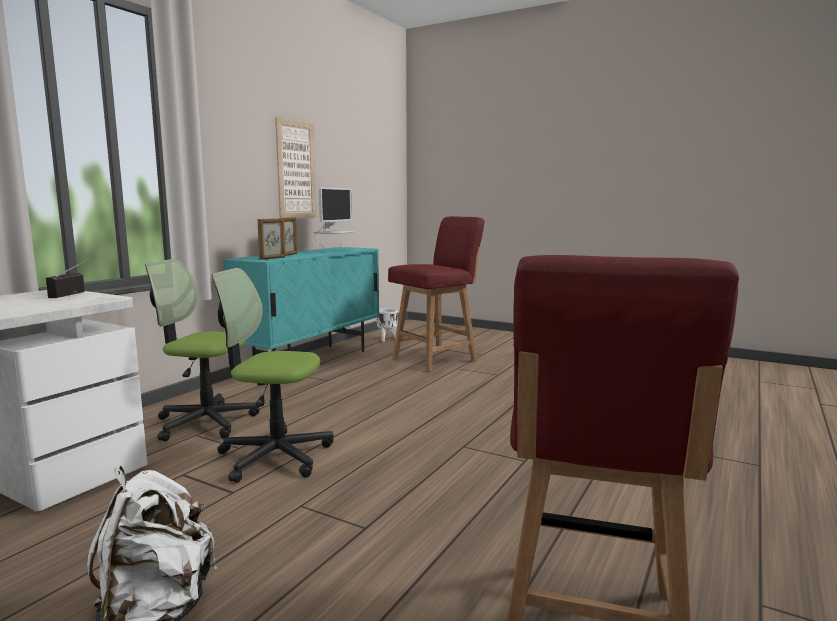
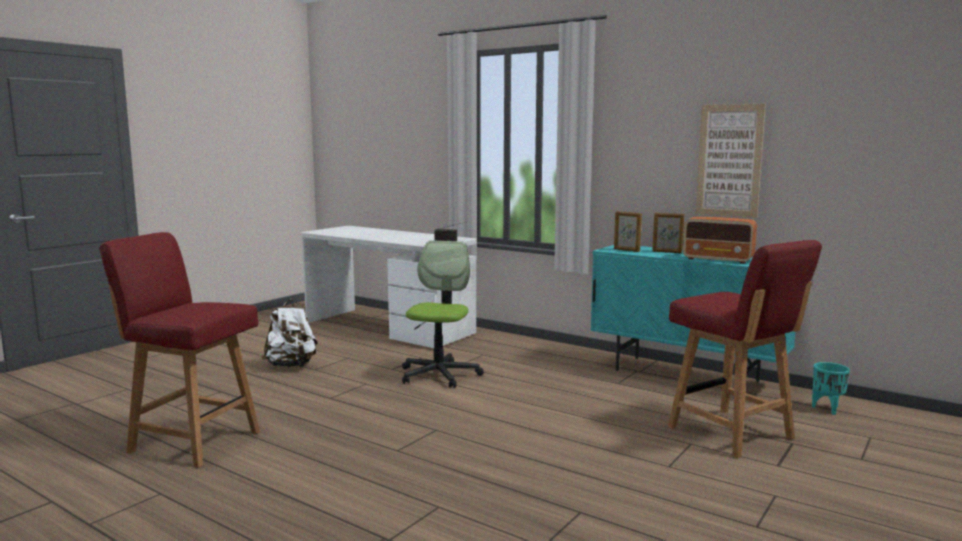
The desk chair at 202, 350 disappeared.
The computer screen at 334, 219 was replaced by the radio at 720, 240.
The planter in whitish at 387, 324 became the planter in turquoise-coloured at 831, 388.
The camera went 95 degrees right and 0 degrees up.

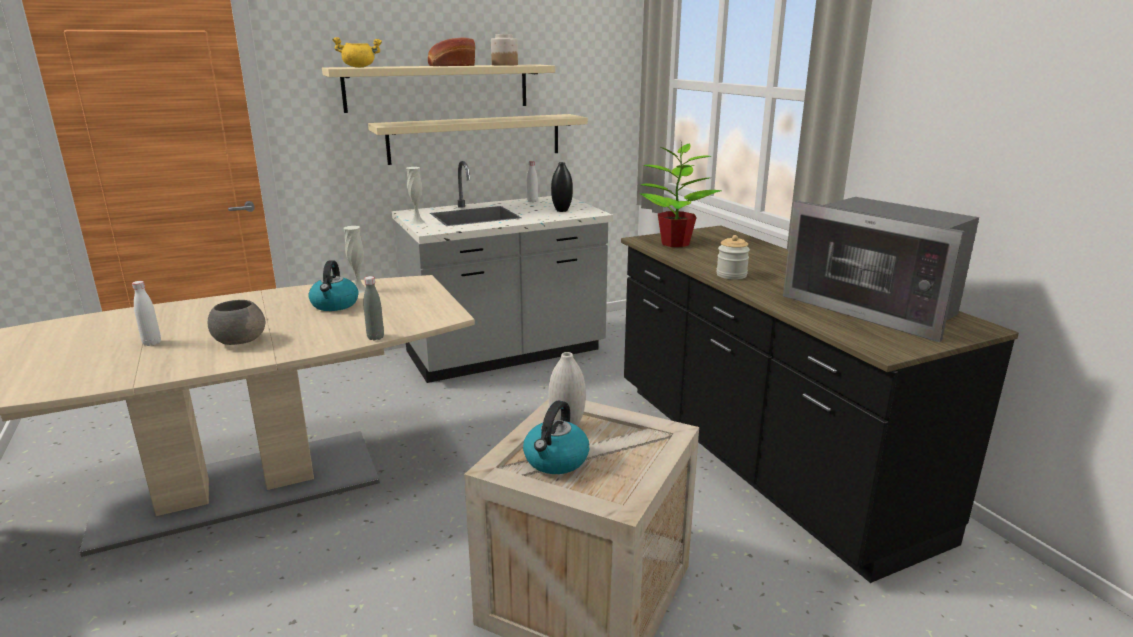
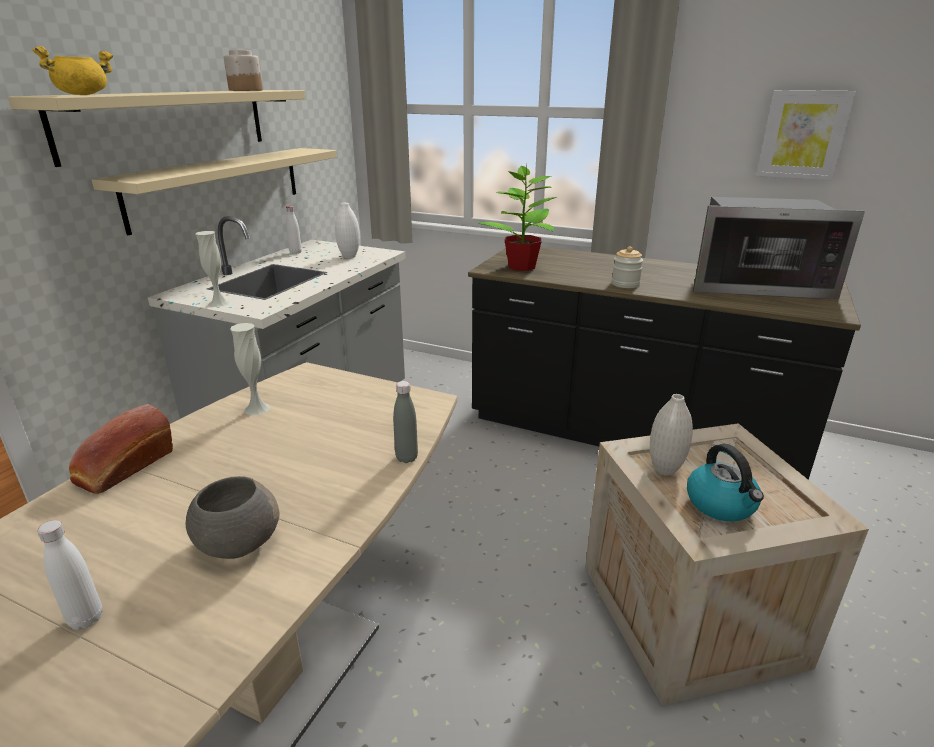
The kettle at 334, 285 disappeared.
The wall art at 806, 135 appeared.
The bread moved from 451, 51 to 121, 449.
The flower vase in black-coloured at 562, 187 became the flower vase in whitish at 347, 230.
The camera went 40 degrees left and 5 degrees up.

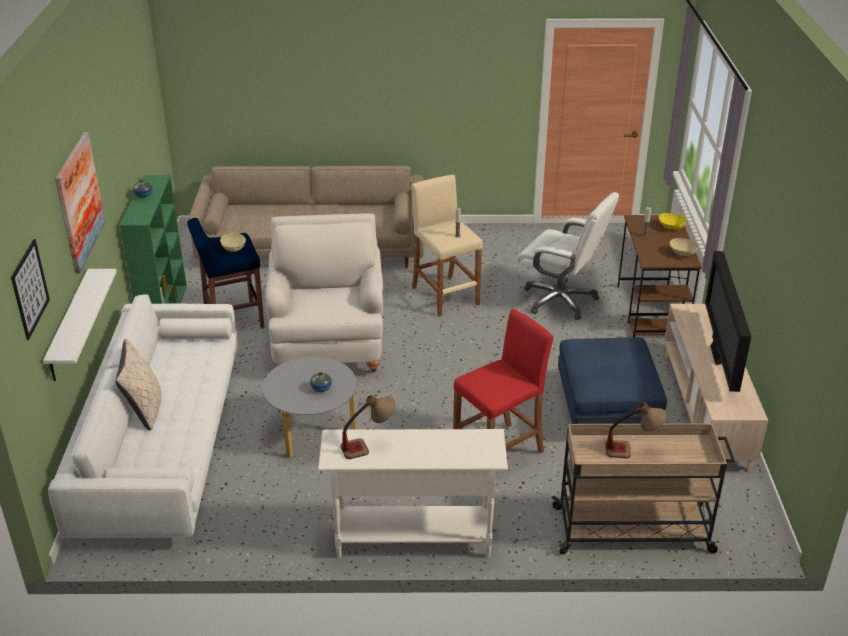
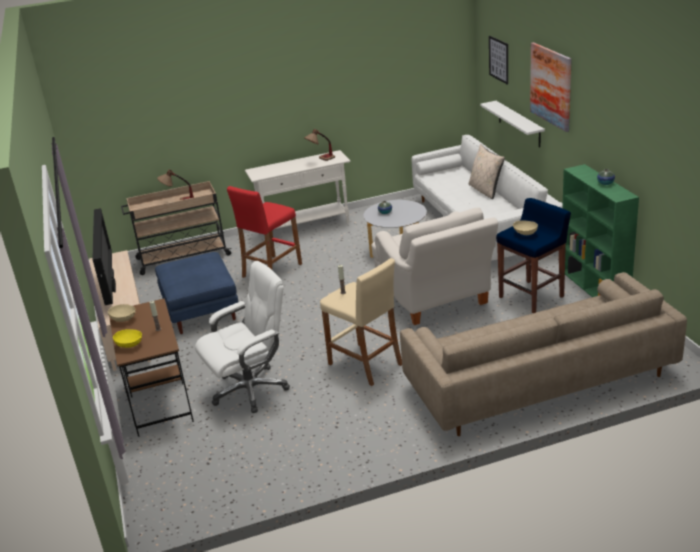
The desk chair in whitish at 567, 256 turned 135 degrees clockwise.
The camera went 165 degrees right and 5 degrees down.

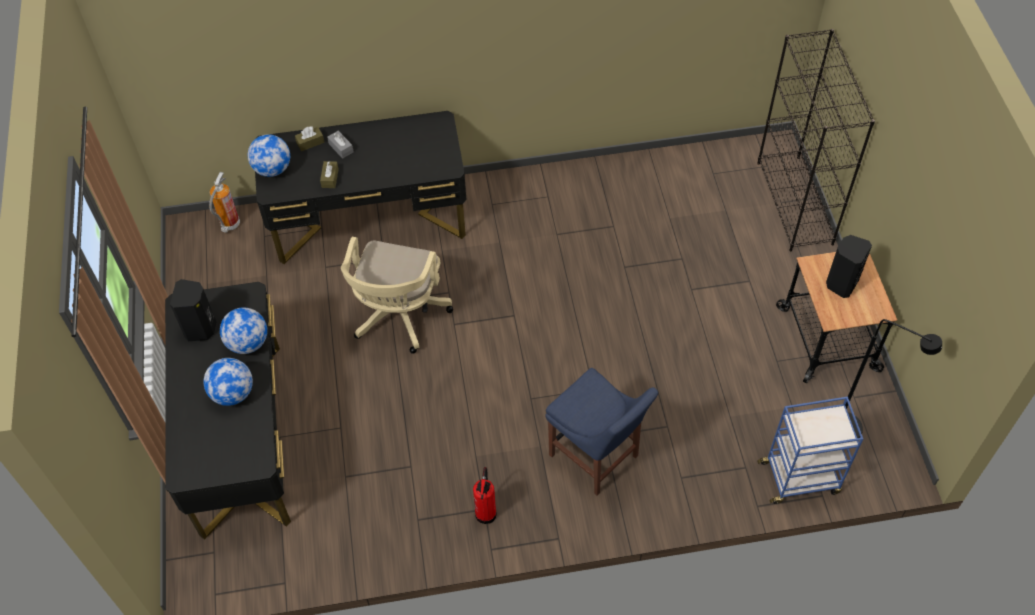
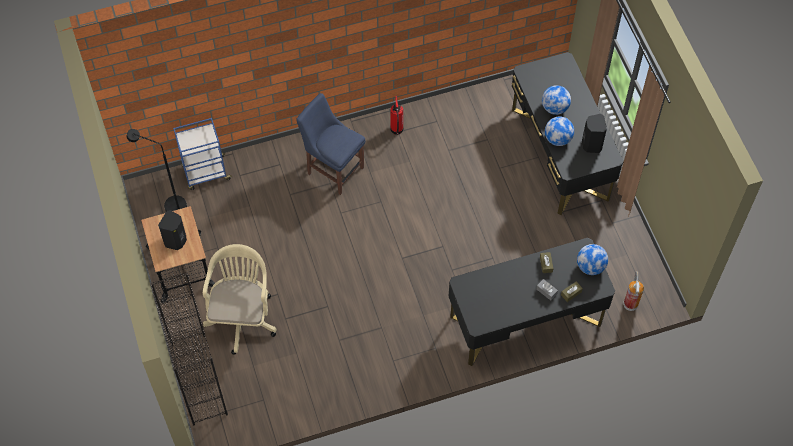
The desk chair in beige moved from 397, 295 to 240, 299.
The camera went 170 degrees right and 5 degrees up.

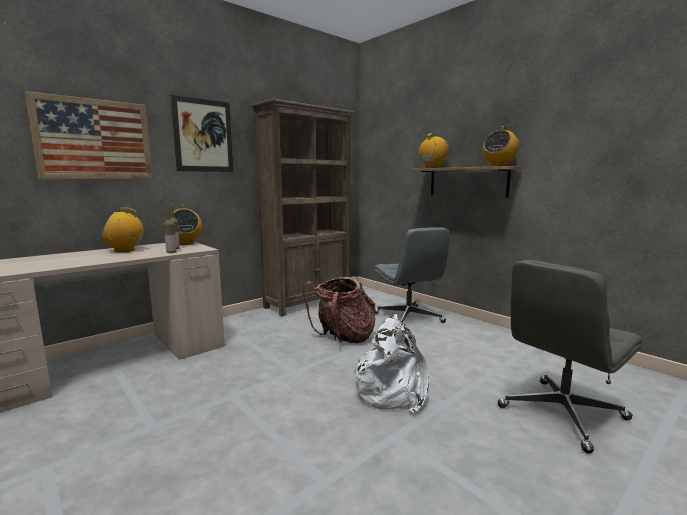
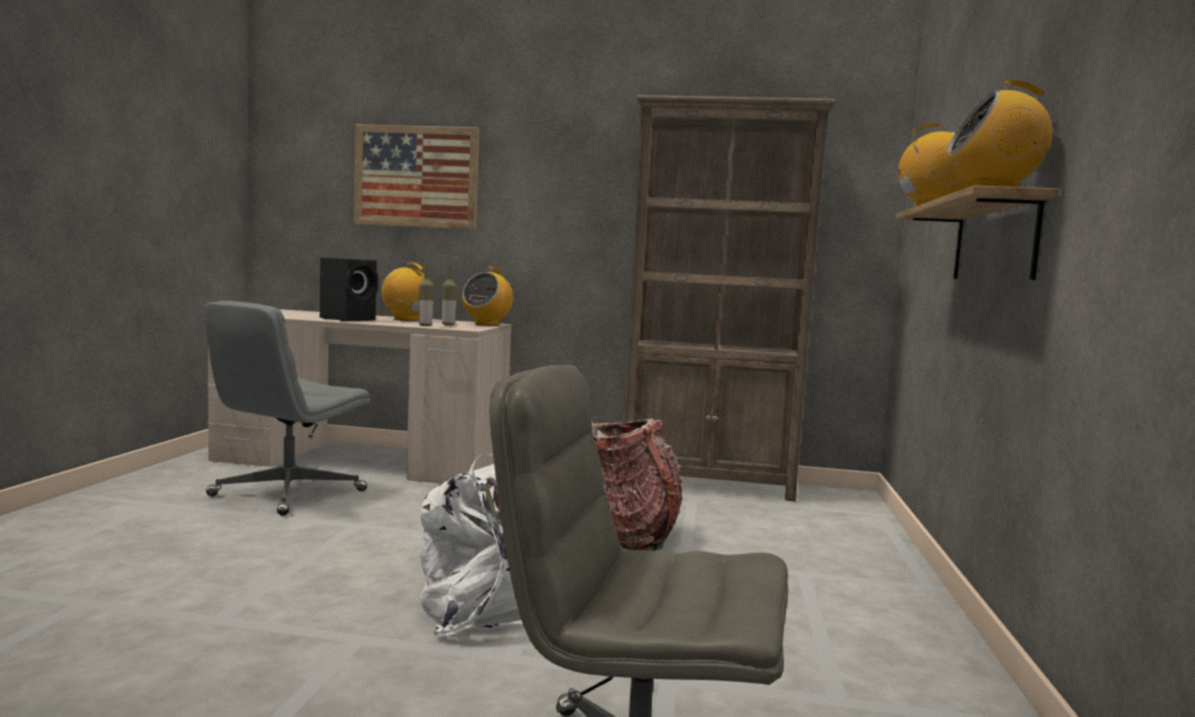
The wall art at 201, 133 disappeared.
The loudspeaker in black-coloured at 349, 289 appeared.
The desk chair in gray moved from 412, 275 to 287, 408.
The camera went 50 degrees right and 5 degrees down.

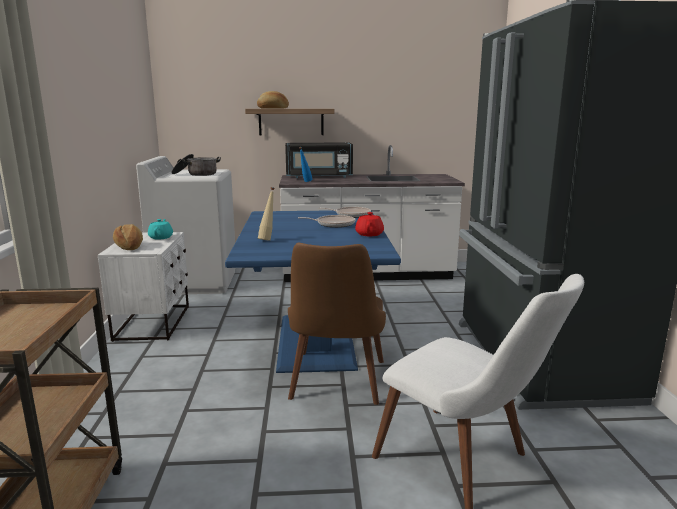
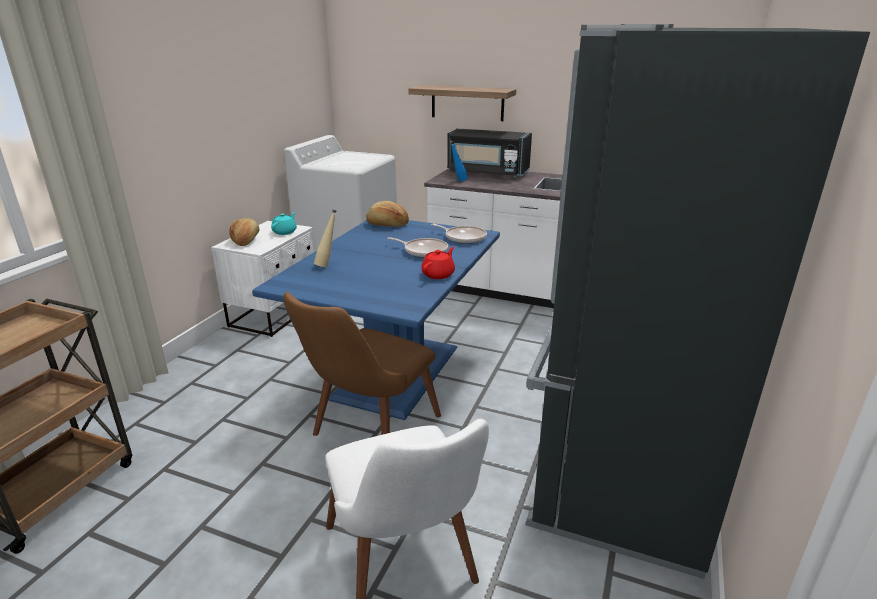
The stockpot at 196, 165 disappeared.
The bread moved from 273, 100 to 387, 214.
The camera went 25 degrees right and 10 degrees up.

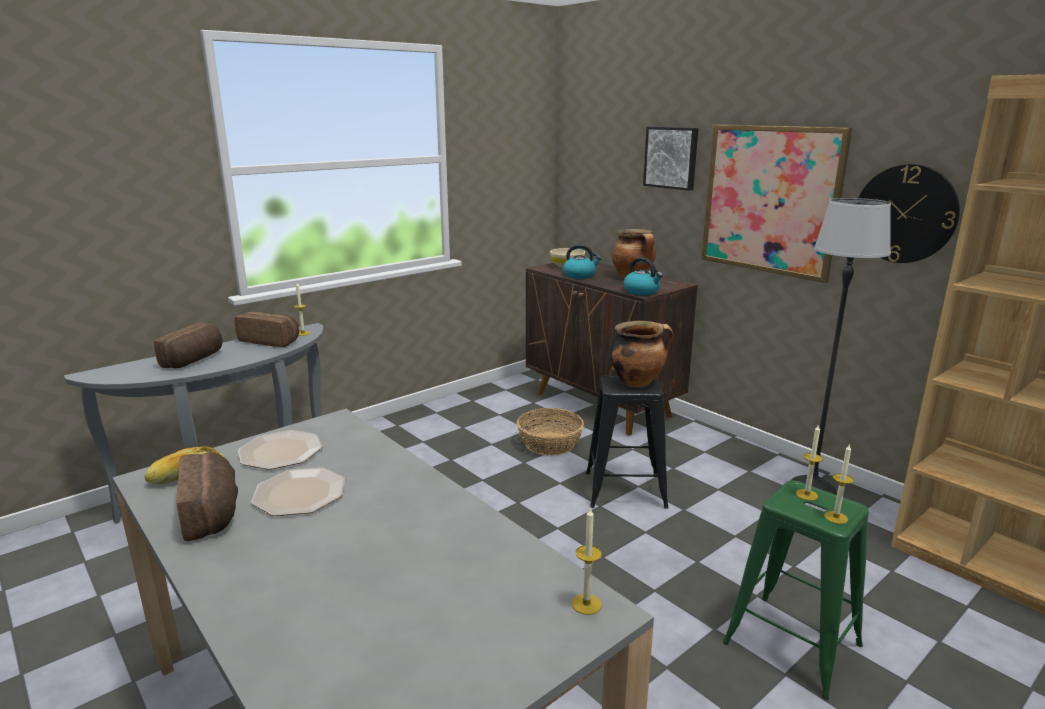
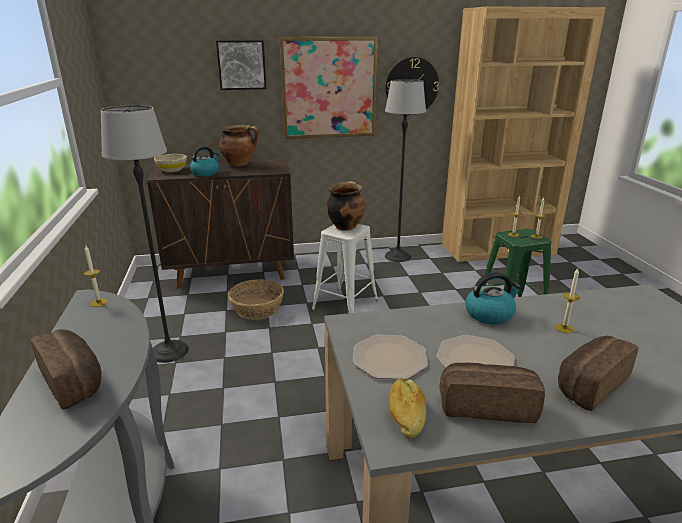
The floor lamp at 145, 234 appeared.
The bread moved from 267, 329 to 598, 373.
The wax light moved from 587, 561 to 567, 300.
The kettle moved from 643, 276 to 493, 298.
The sitting stool in black-coloured at 627, 442 became the sitting stool in whitish at 344, 268.
The camera went 60 degrees left and 5 degrees up.

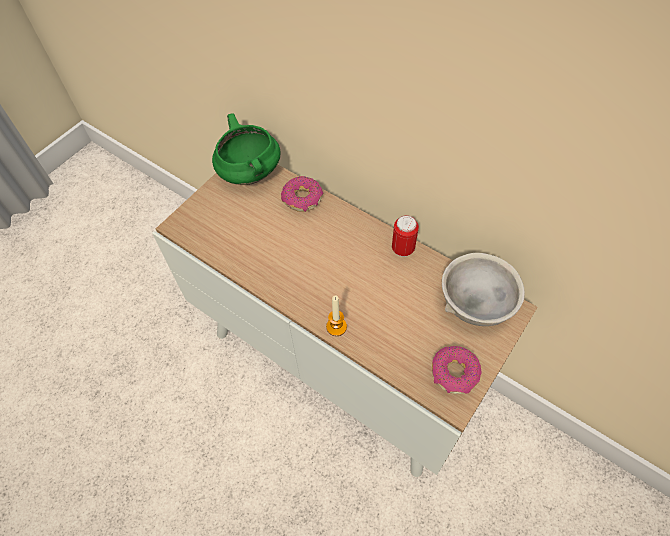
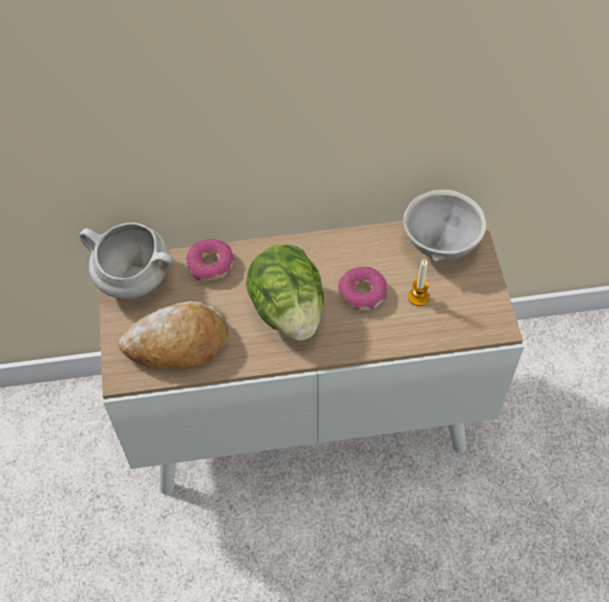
The metal can at 405, 236 disappeared.
The bread at 173, 335 appeared.
The lettuce at 285, 292 appeared.
The wax light moved from 336, 315 to 419, 283.
The donut moved from 457, 370 to 362, 288.
The stockpot in green at 246, 149 became the stockpot in whitish at 126, 261.
The camera went 45 degrees left and 0 degrees up.

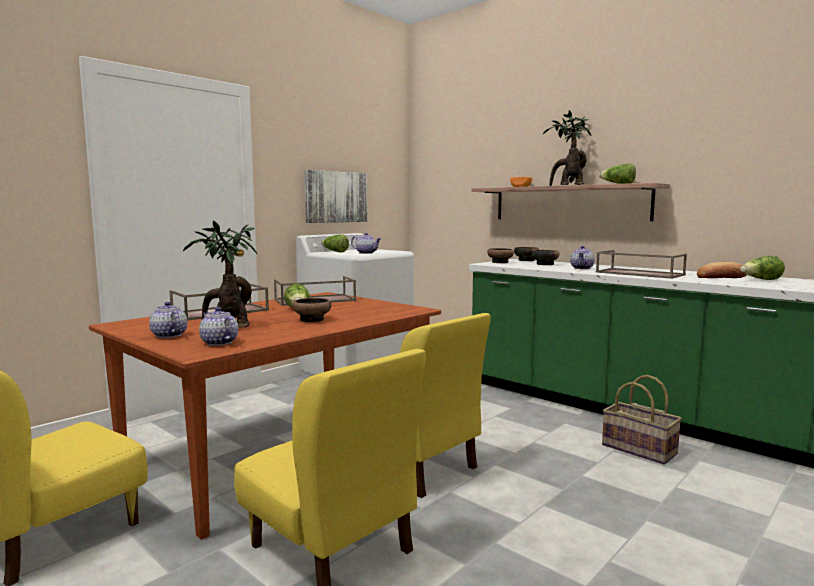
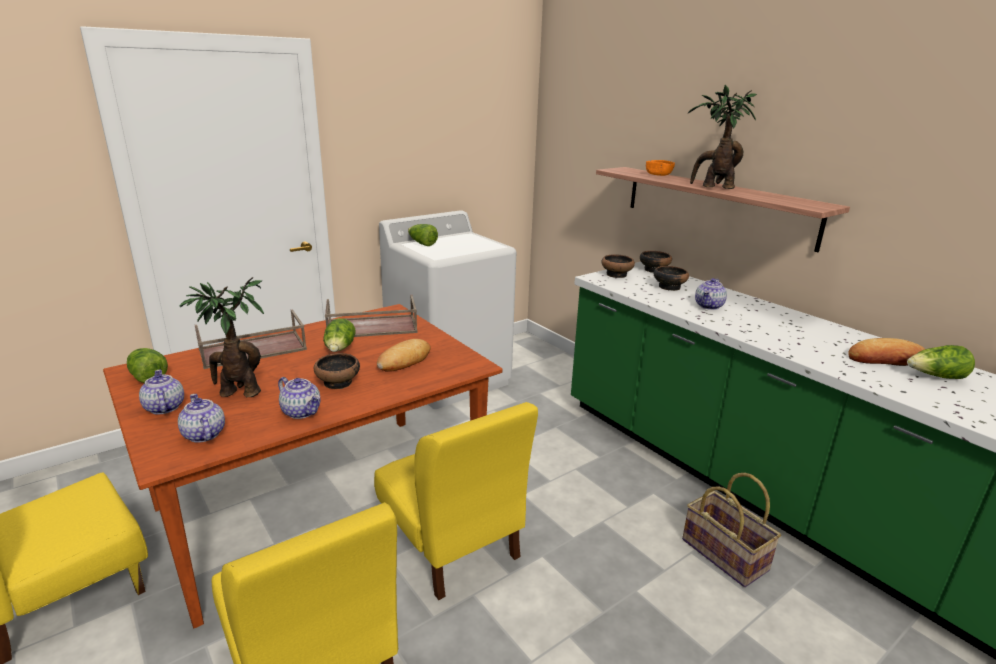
The wall art at 336, 196 disappeared.
The serving tray in brownish at 641, 264 disappeared.
The bread at 404, 355 appeared.
The tea pot moved from 366, 243 to 299, 398.
The lettuce moved from 617, 174 to 147, 365.
The camera went 10 degrees right and 15 degrees up.

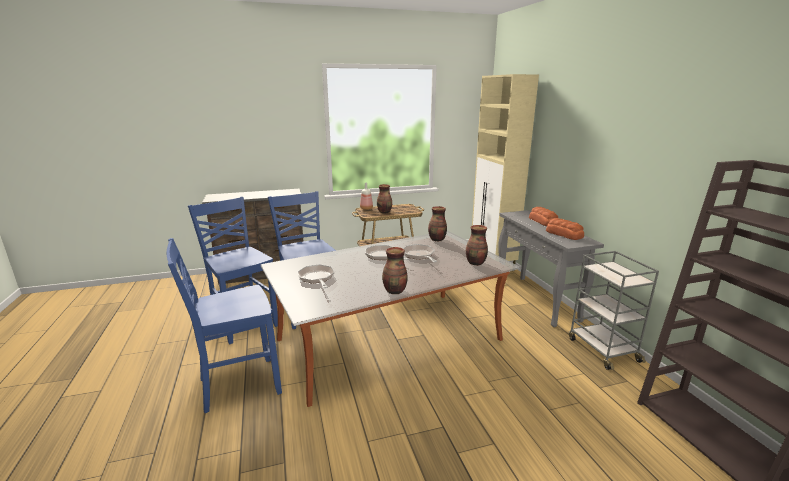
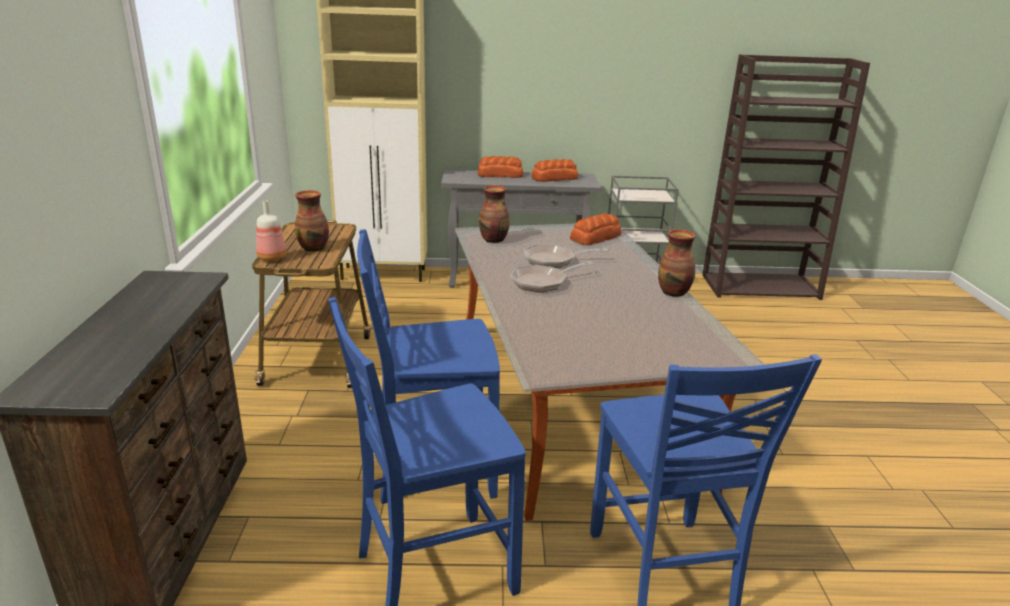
The pan at 316, 276 disappeared.
The flower vase at 477, 245 was replaced by the bread at 595, 229.
The camera went 75 degrees left and 5 degrees up.

